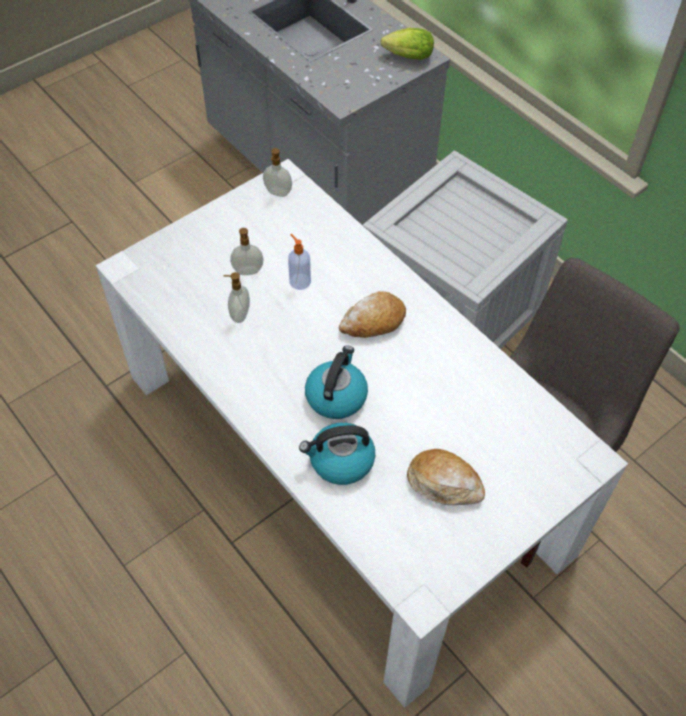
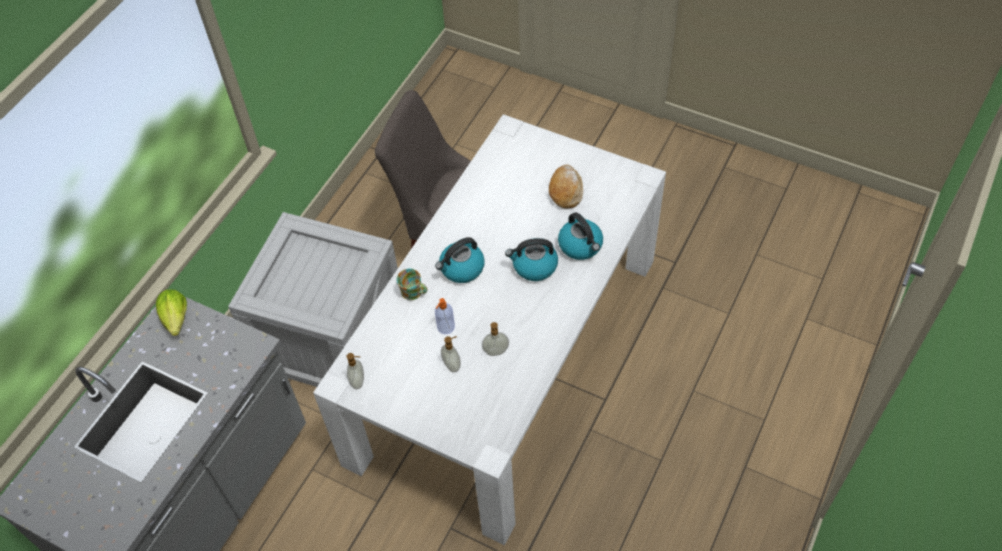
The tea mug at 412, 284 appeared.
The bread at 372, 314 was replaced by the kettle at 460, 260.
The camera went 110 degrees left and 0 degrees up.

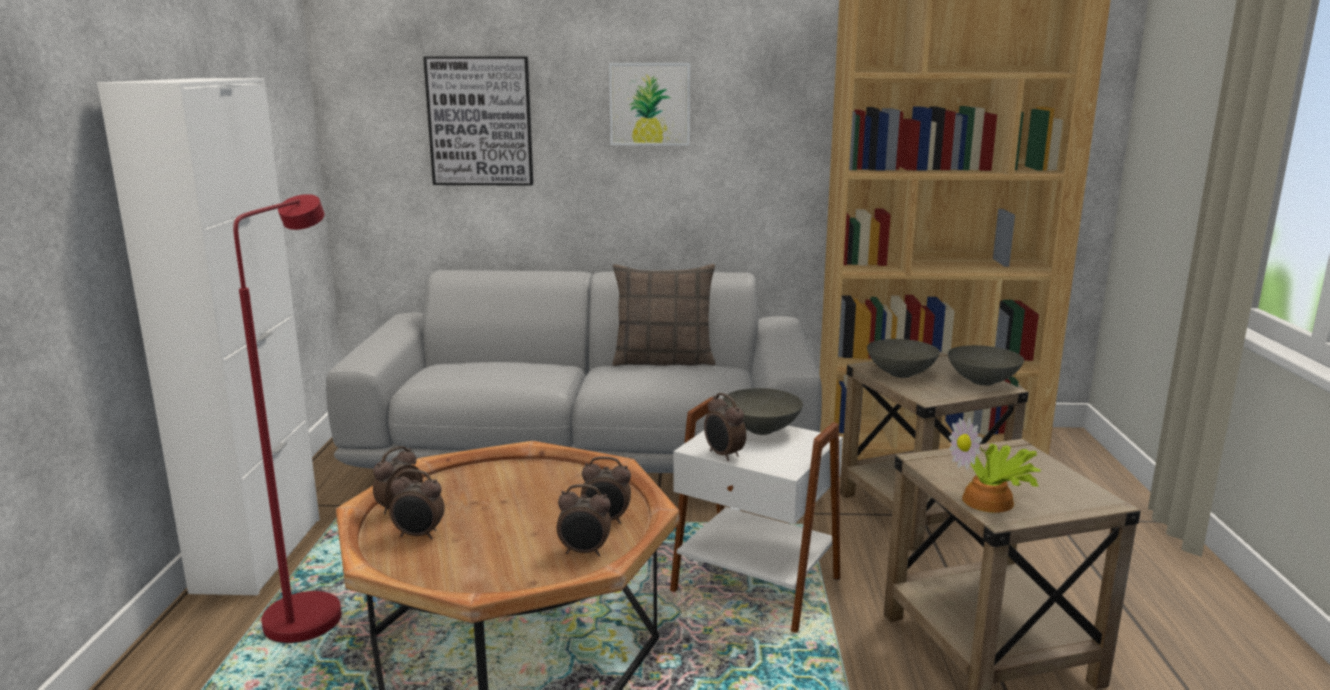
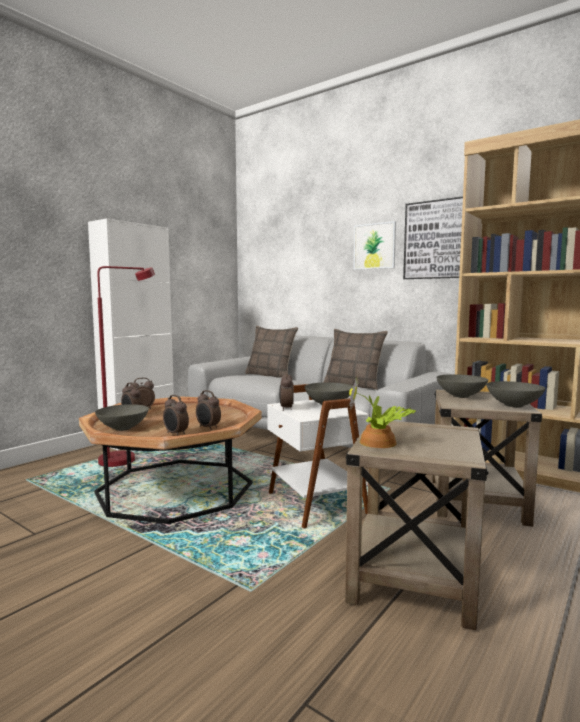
The bowl in gray at 122, 417 appeared.
The cushion at 271, 352 appeared.
The wall art moved from 478, 121 to 433, 237.
The camera went 35 degrees right and 10 degrees down.

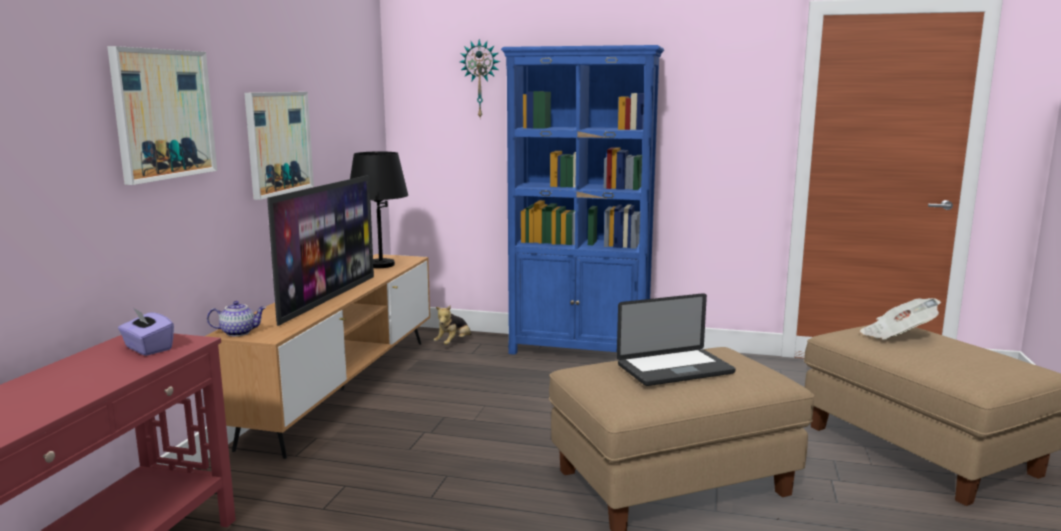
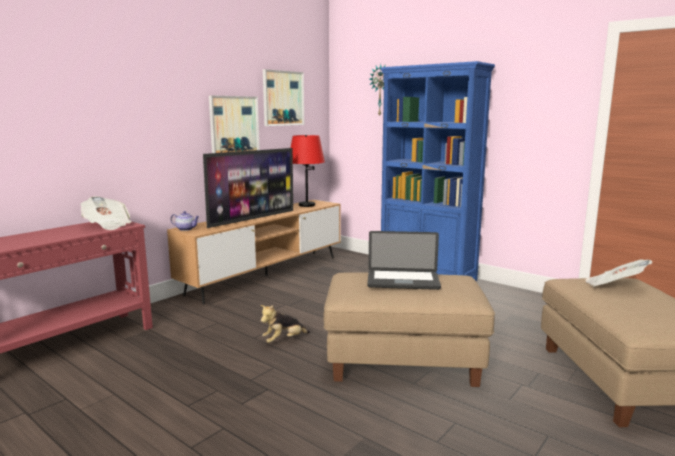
The wall art moved from 162, 115 to 283, 97.
The cuddly toy moved from 452, 325 to 285, 324.
The tissue box in purple-coloured at 146, 332 was replaced by the printed paper at 105, 213.
The table lamp in black-coloured at 379, 209 became the table lamp in red-coloured at 308, 171.
The camera went 25 degrees right and 0 degrees up.

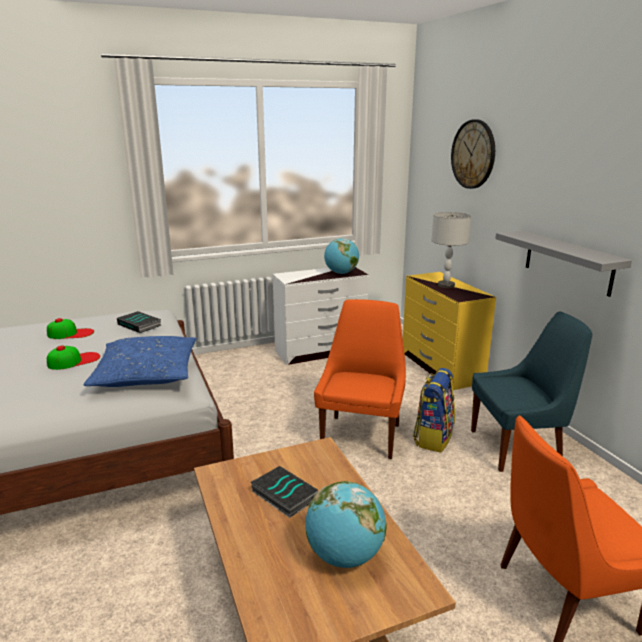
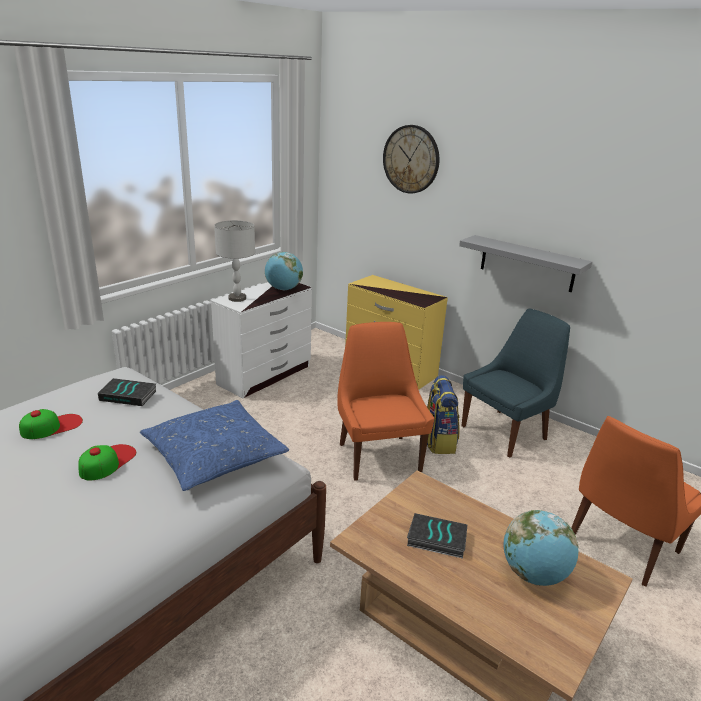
The table lamp in gray moved from 451, 250 to 234, 261.
The camera went 30 degrees left and 5 degrees up.

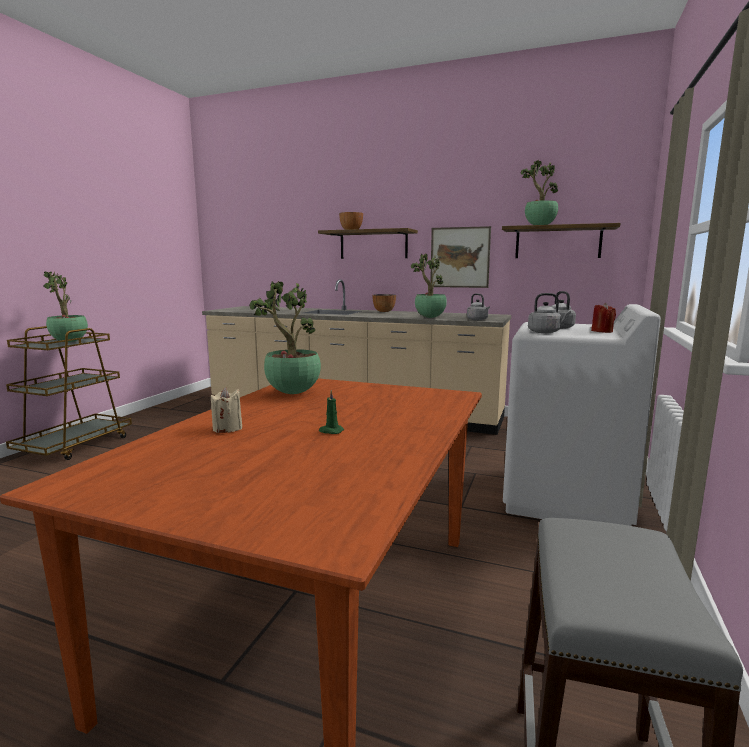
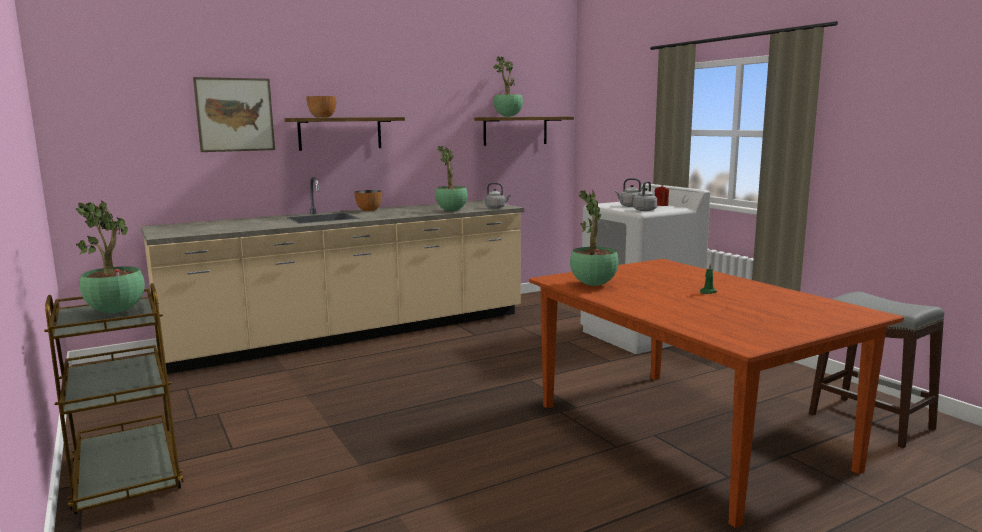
The wax light in beige at 226, 410 disappeared.
The wall art moved from 460, 257 to 234, 114.
The camera went 50 degrees left and 0 degrees up.

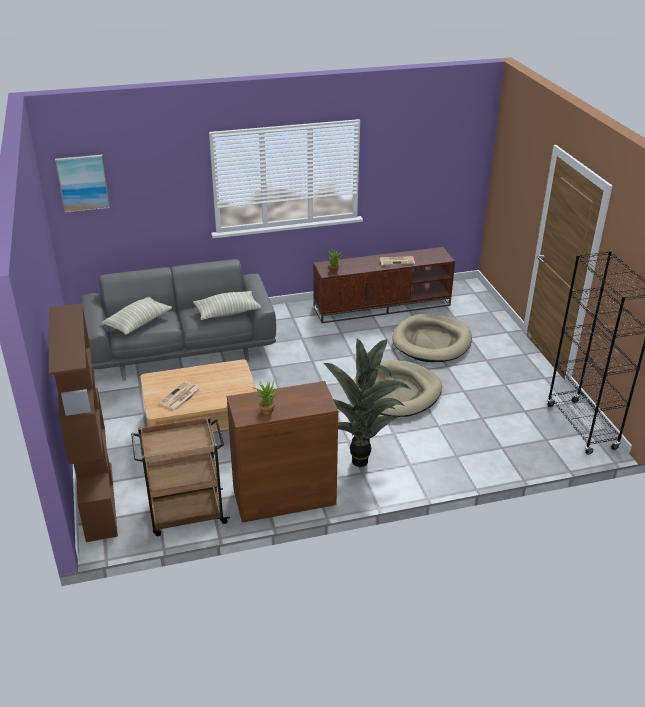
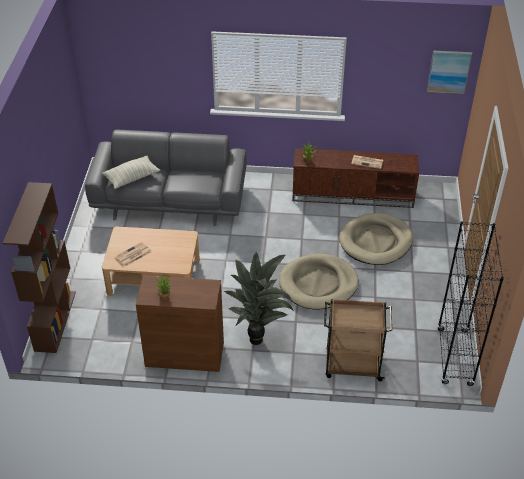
The cushion at 227, 305 disappeared.
The wall art moved from 82, 184 to 449, 72.
The wheeled cart in brownish moved from 180, 476 to 358, 340.
The camera went 20 degrees right and 10 degrees up.

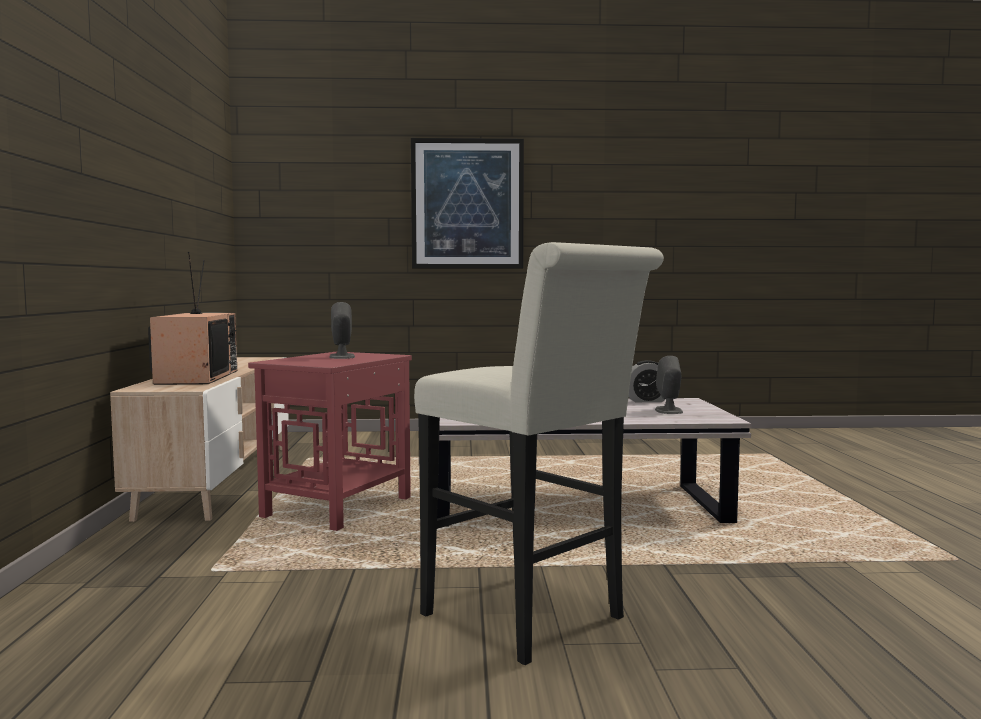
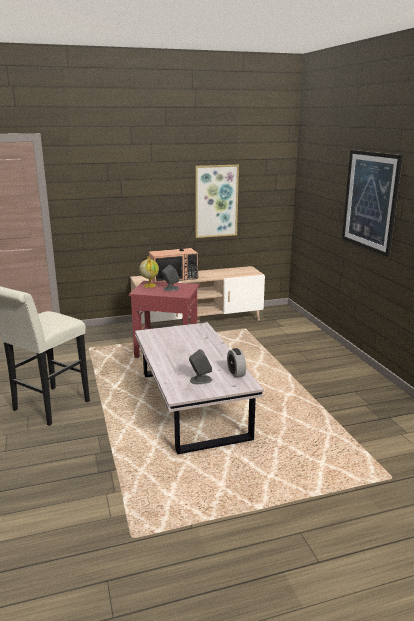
The desk globe at 149, 272 appeared.
The wall art at 217, 201 appeared.
The camera went 75 degrees right and 15 degrees up.

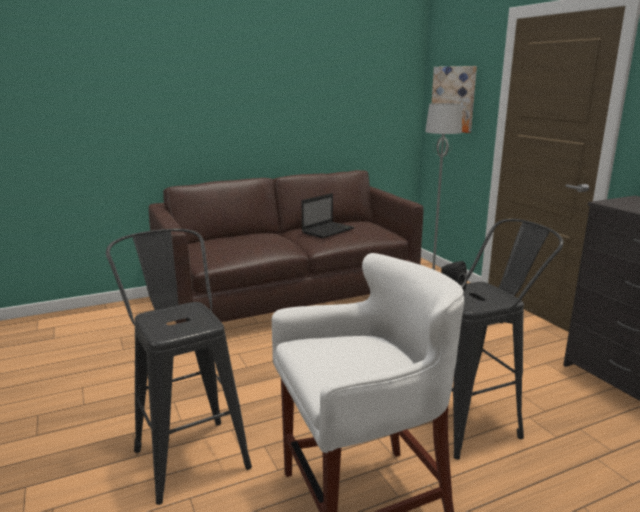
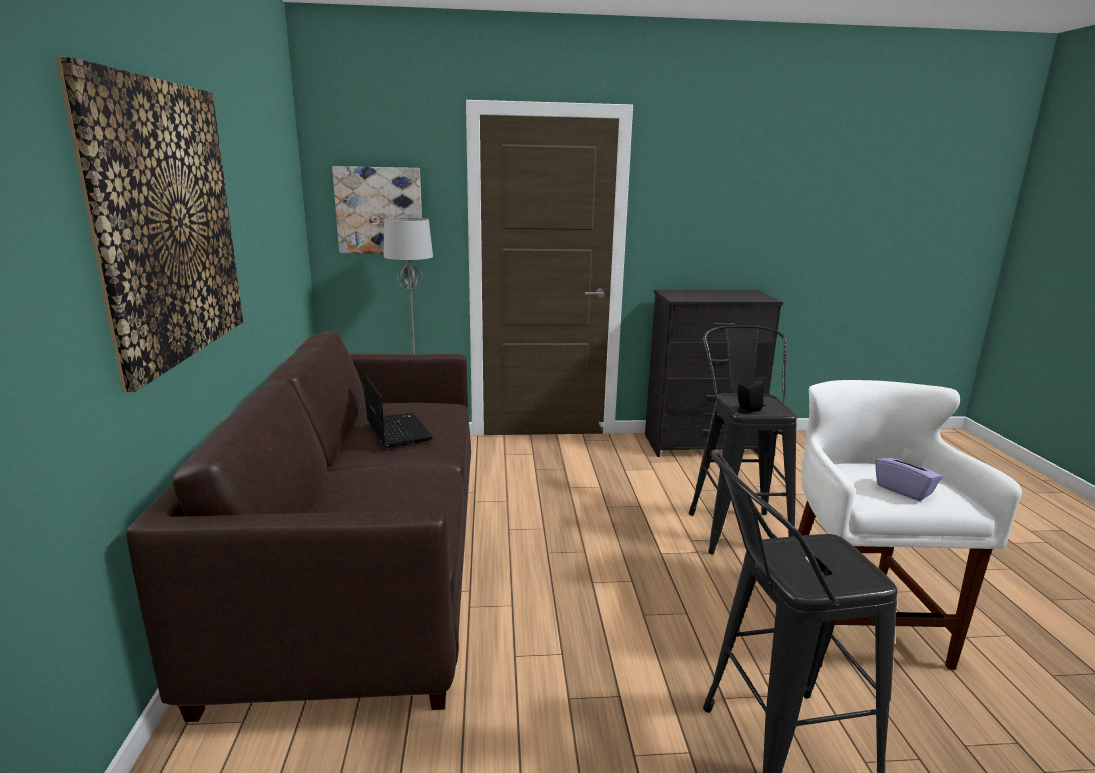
The wall art at 149, 224 appeared.
The tissue box in purple-coloured at 909, 474 appeared.
The camera went 70 degrees left and 0 degrees up.

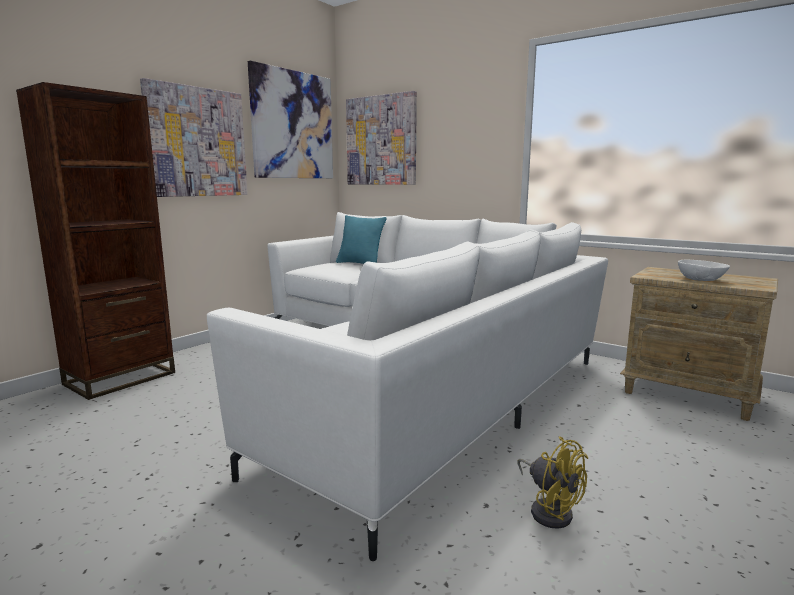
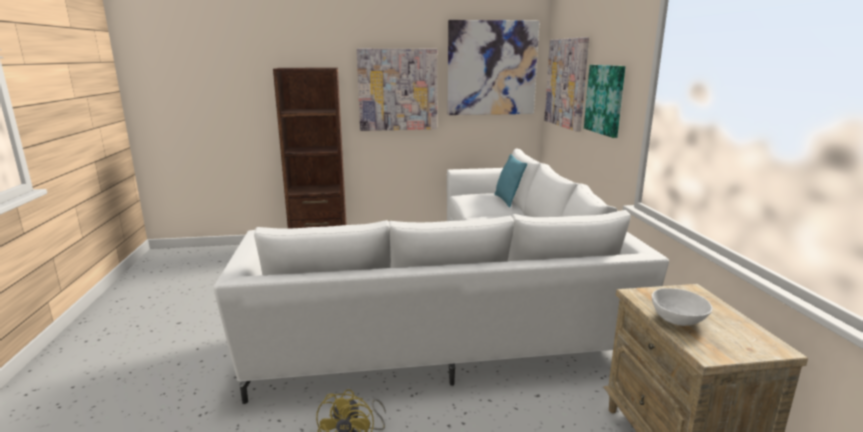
The wall art at 604, 101 appeared.
The camera went 45 degrees right and 5 degrees up.

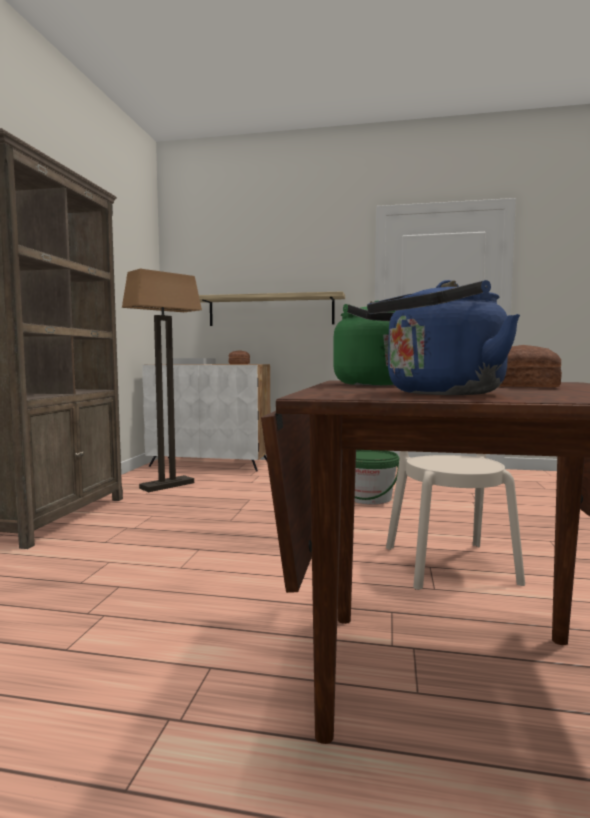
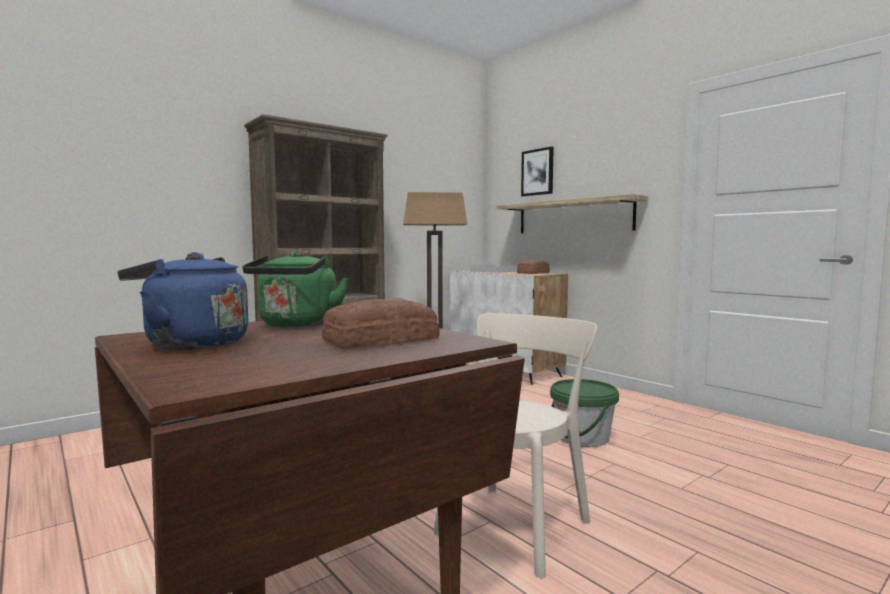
The wall art at 537, 171 appeared.
The camera went 40 degrees right and 0 degrees up.

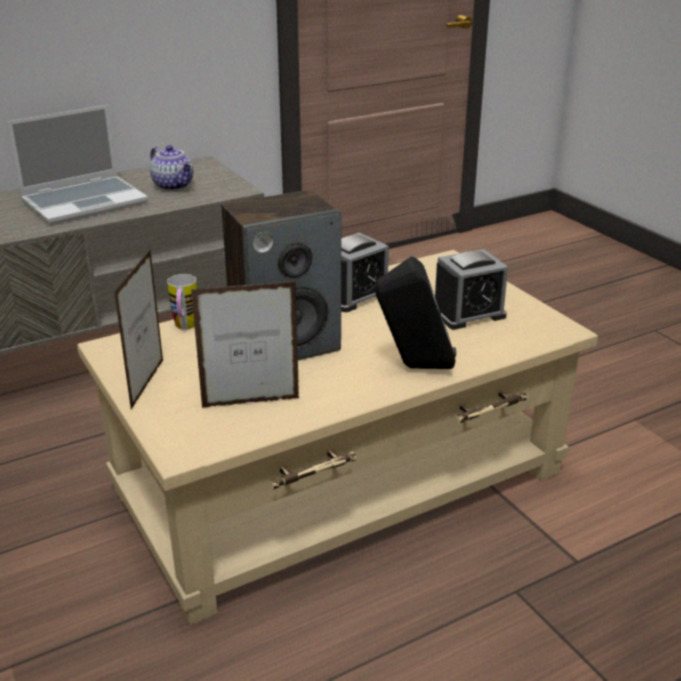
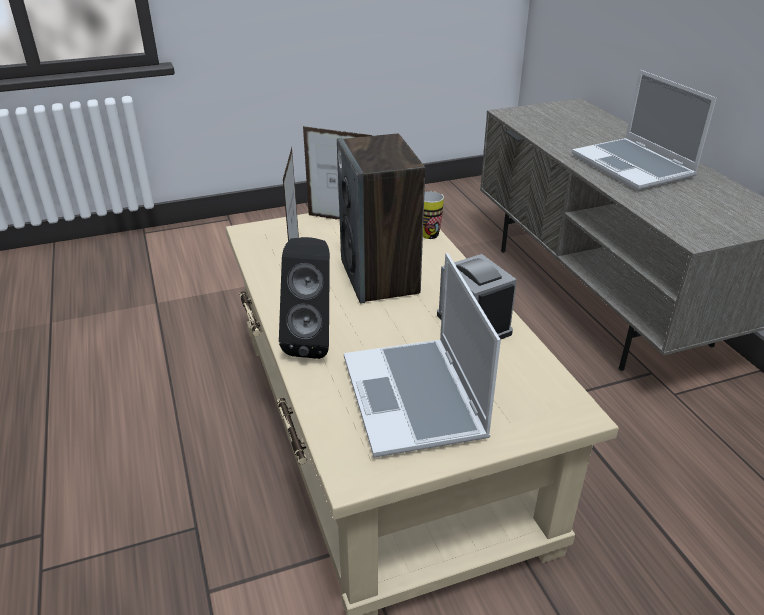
The tea pot at 171, 168 disappeared.
The table clock at 471, 289 was replaced by the portable computer at 422, 355.
The camera went 100 degrees right and 5 degrees up.

